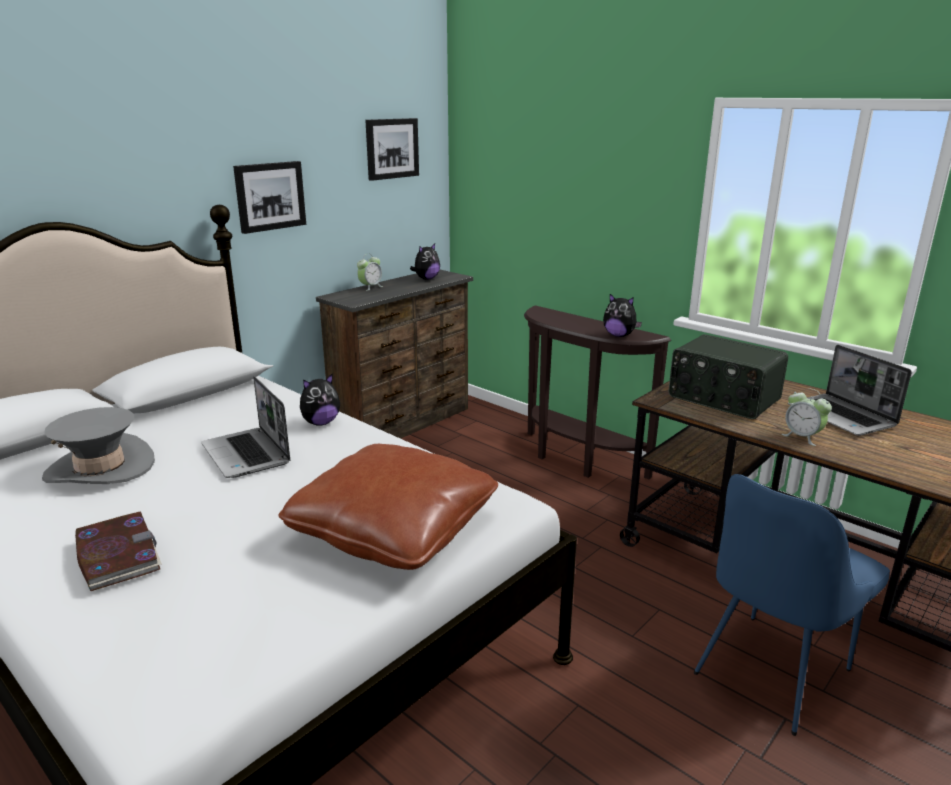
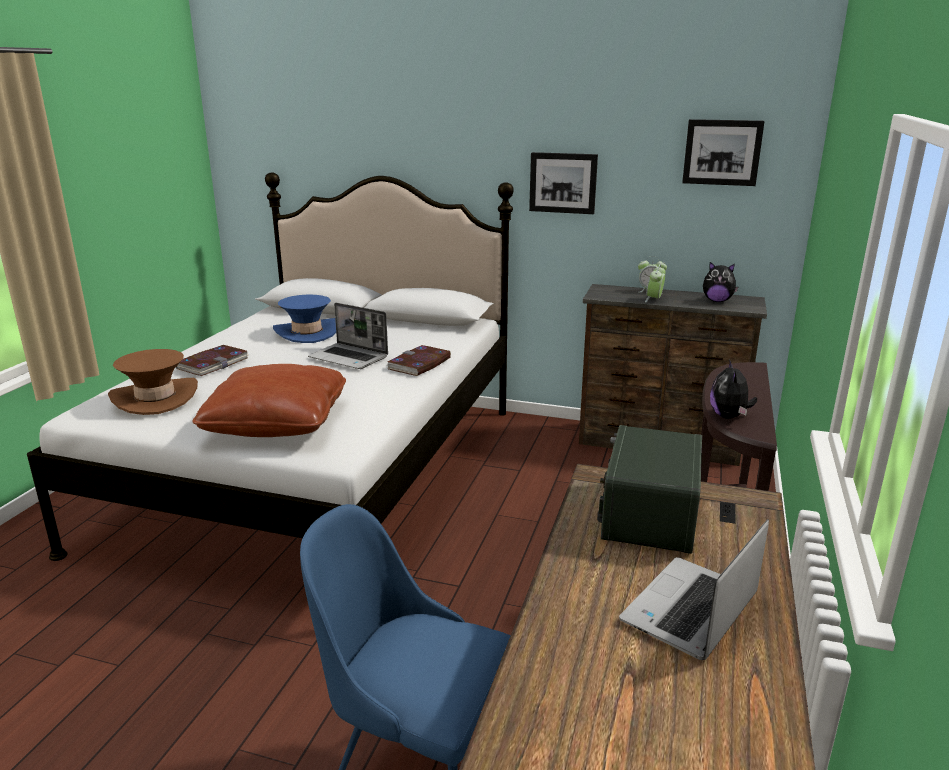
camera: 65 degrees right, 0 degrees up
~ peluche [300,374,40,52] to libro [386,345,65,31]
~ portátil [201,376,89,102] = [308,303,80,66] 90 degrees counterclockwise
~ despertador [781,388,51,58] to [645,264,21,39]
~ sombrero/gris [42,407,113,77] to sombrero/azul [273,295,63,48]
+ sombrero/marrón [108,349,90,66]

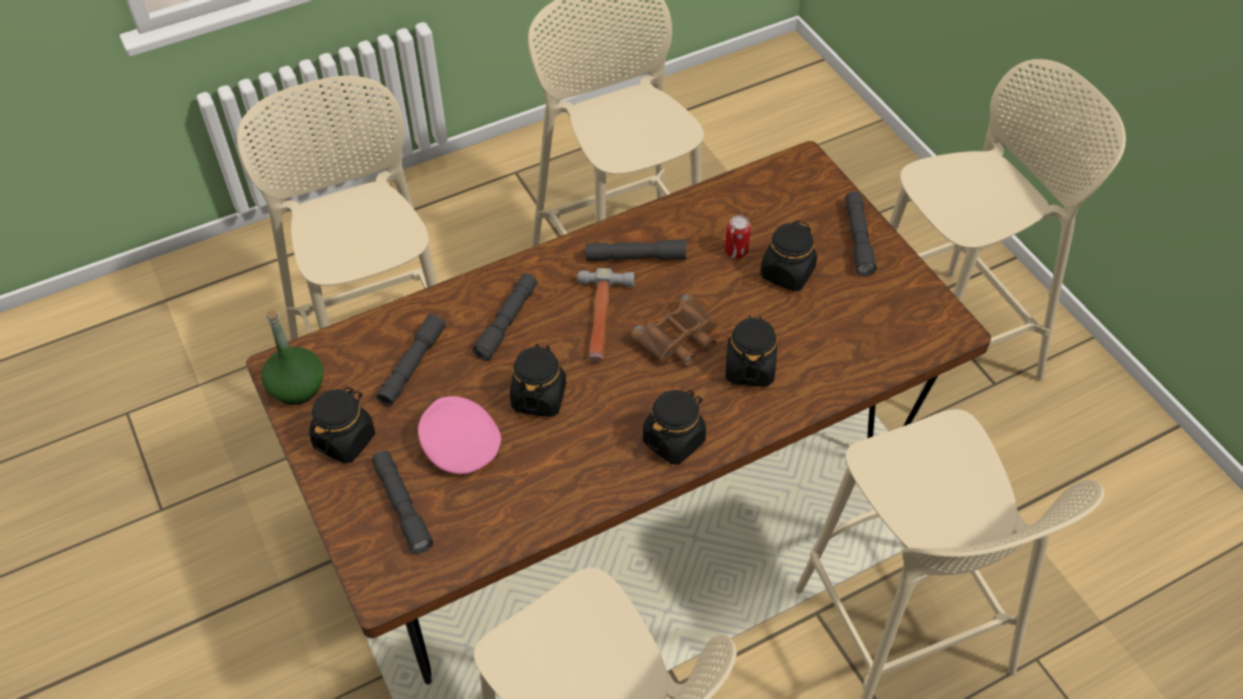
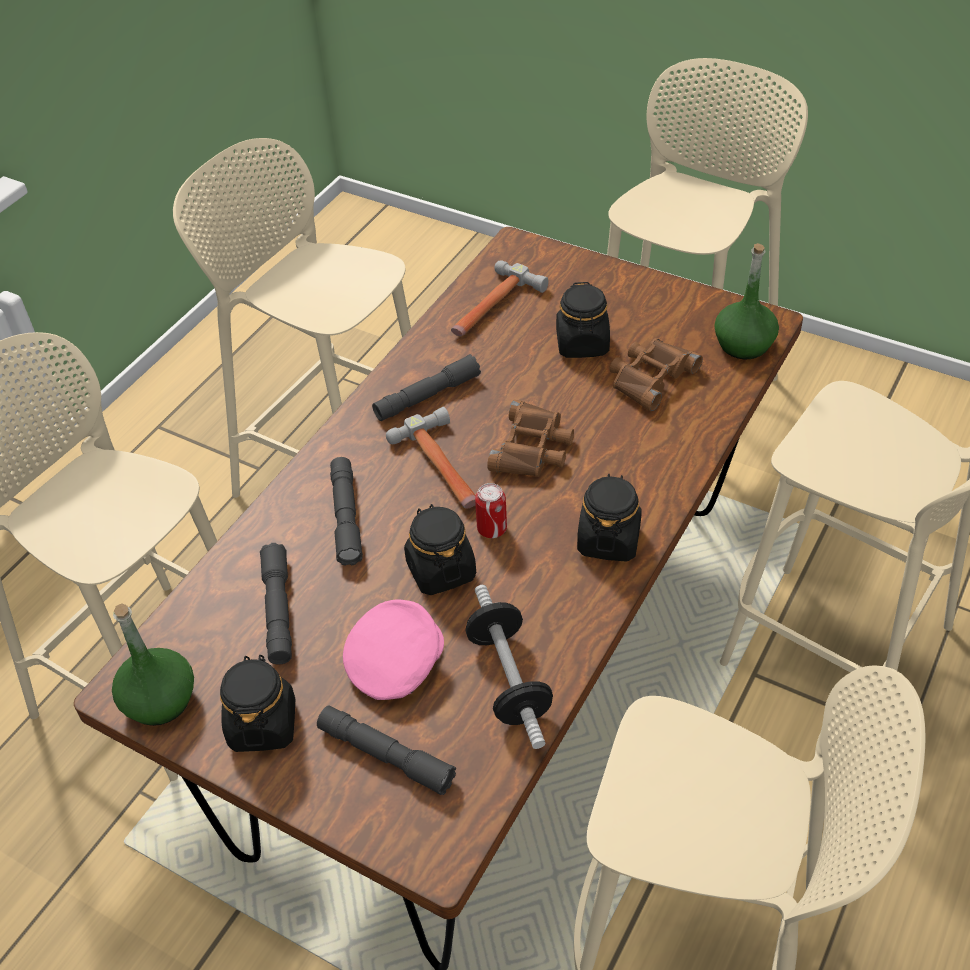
camera: 30 degrees left, 5 degrees down
- linterna/gris [845,191,32,85]
~ lata [725,215,26,43] to [475,483,32,55]
- tarro/negro [725,315,52,71]
~ gorra/rosa [418,396,83,78] = [343,599,101,101] 105 degrees clockwise
+ botella/verde [714,243,65,116]
+ martillo [451,260,98,76]
+ prismáticos/marrón [610,338,93,73]
+ mancuerna [465,585,88,164]

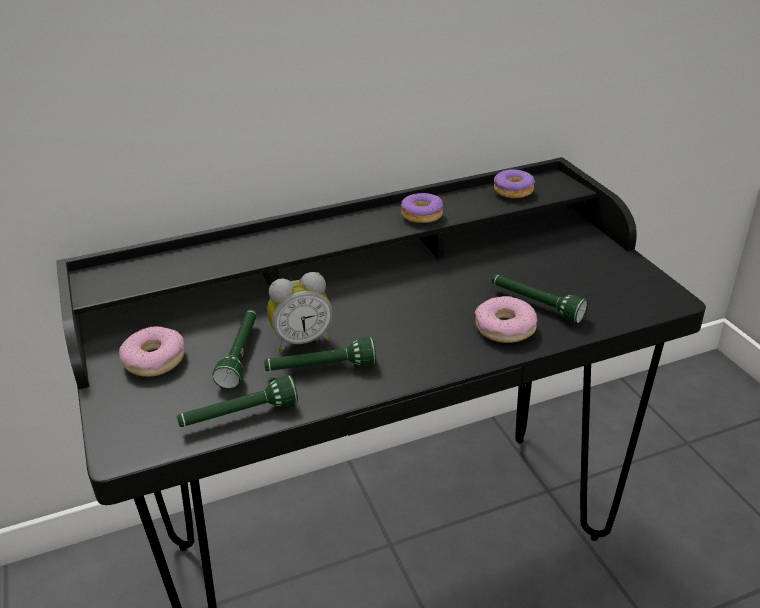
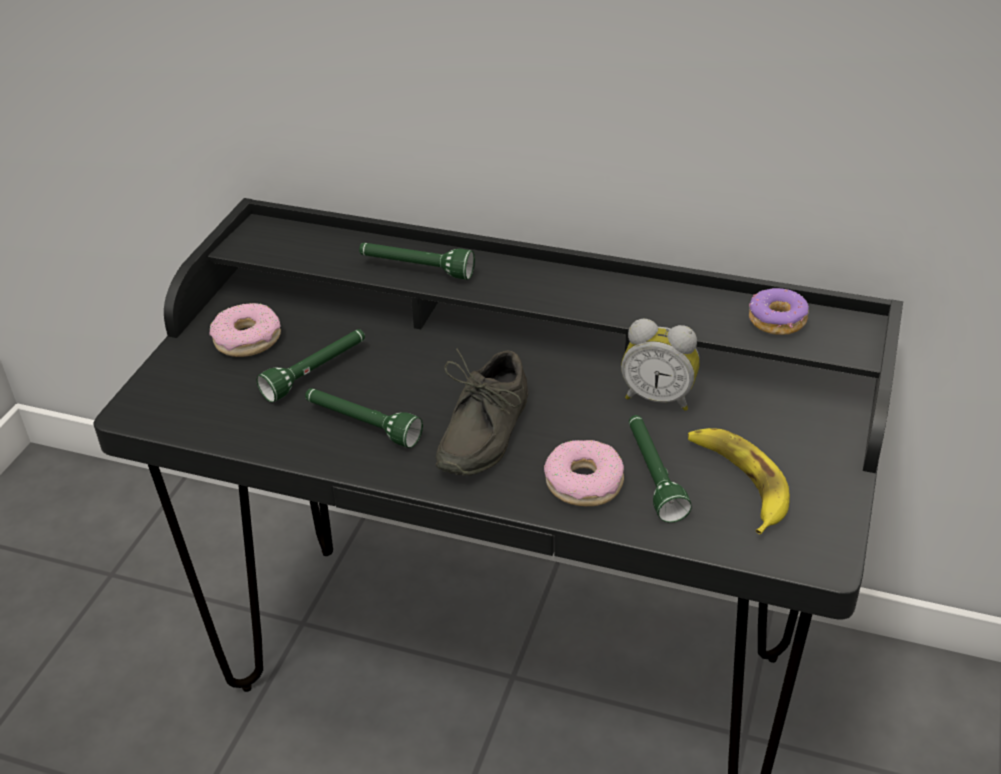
camera: 40 degrees right, 5 degrees up
- rosquilla [401,192,42,31]
~ despertador [267,272,66,80] to [621,319,79,92]
~ linterna/verde [177,375,121,52] to [359,243,116,37]
+ zapato/gris [436,349,92,127]
+ plátano [688,428,102,106]

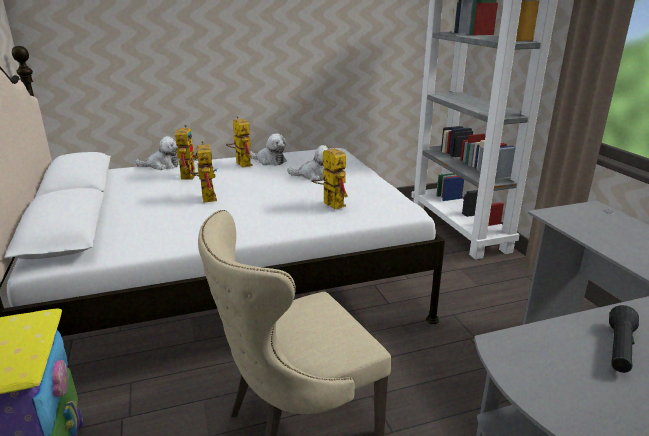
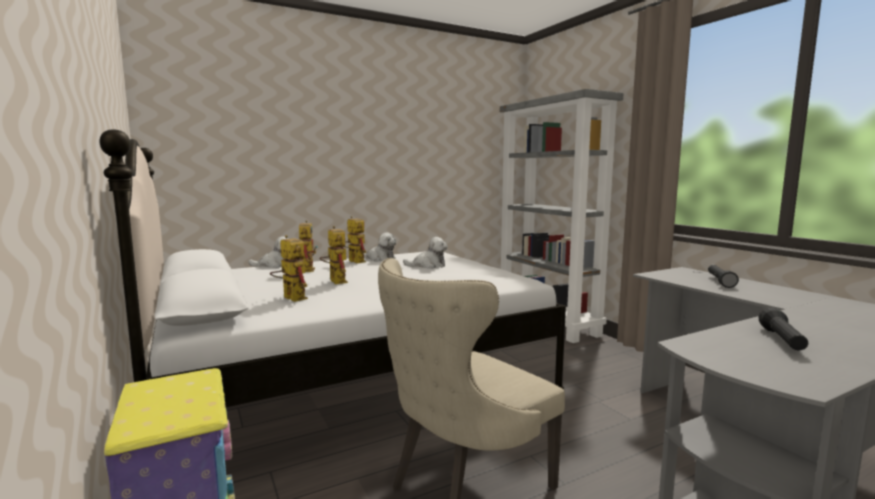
camera: 10 degrees left, 15 degrees down
~ robot de juguete [312,145,36,64] to [270,235,38,67]
+ linterna/negro [708,265,31,23]

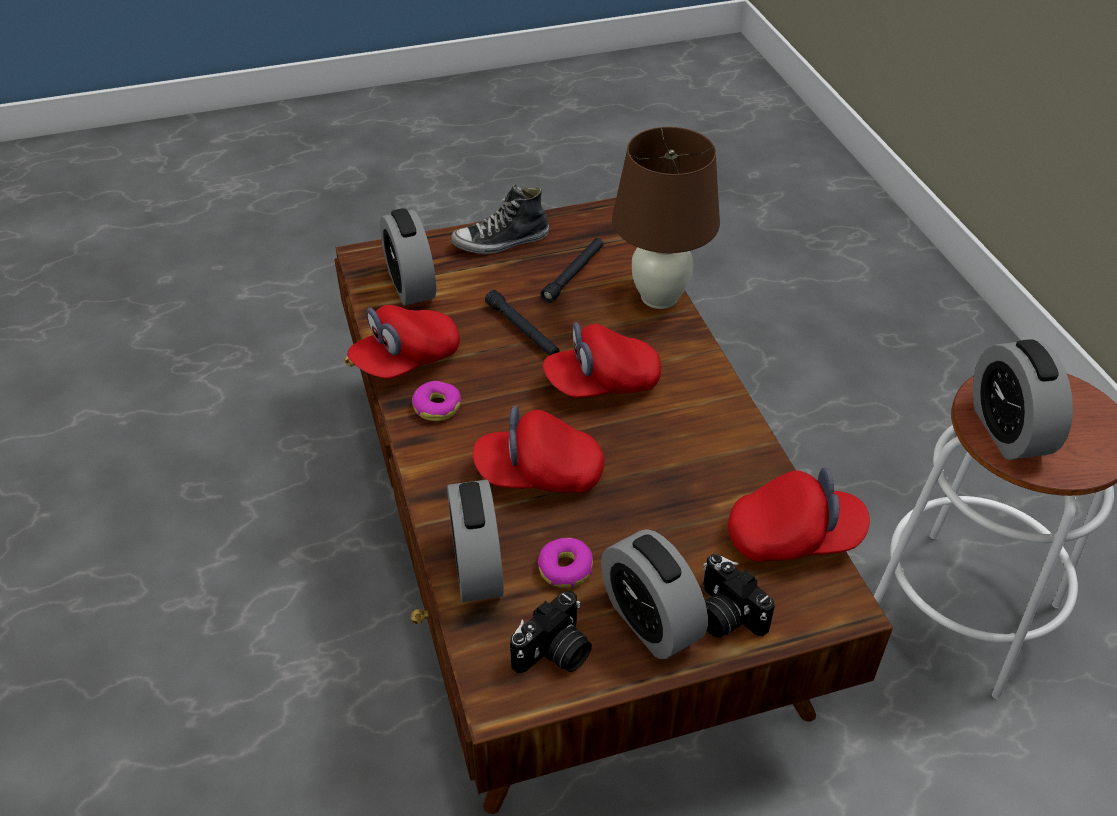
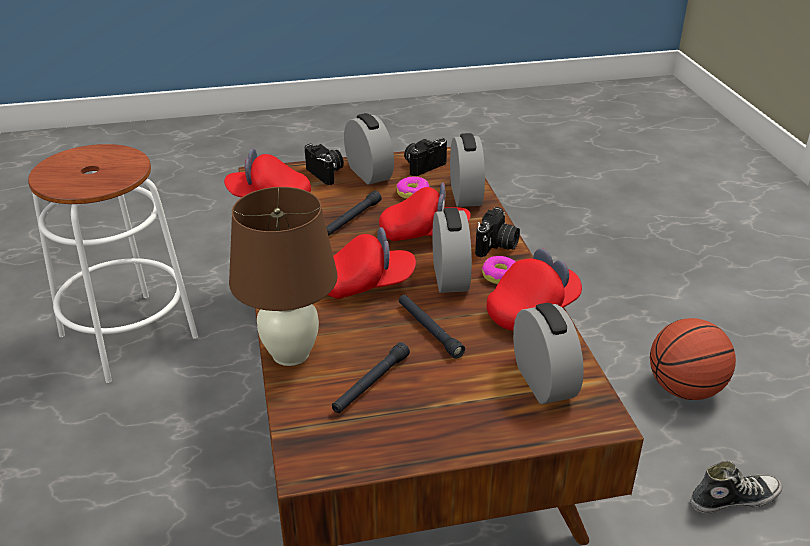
camera: 175 degrees left, 10 degrees down
~ zapato [451,184,98,70] to [690,461,92,53]
~ despertador [973,339,100,121] to [432,208,40,85]
+ linterna/negro [326,191,55,45]
+ cámara [475,207,45,50]
+ balón de baloncesto [650,318,86,82]

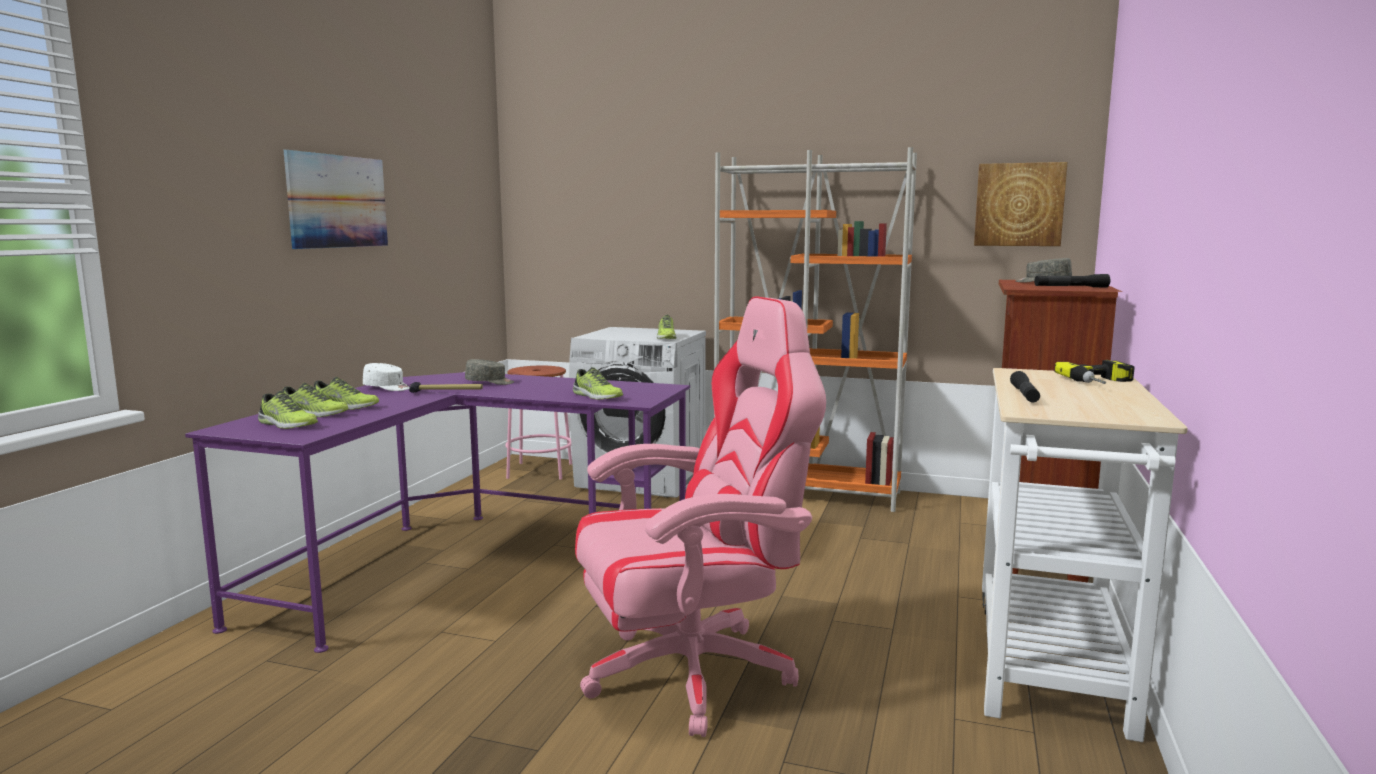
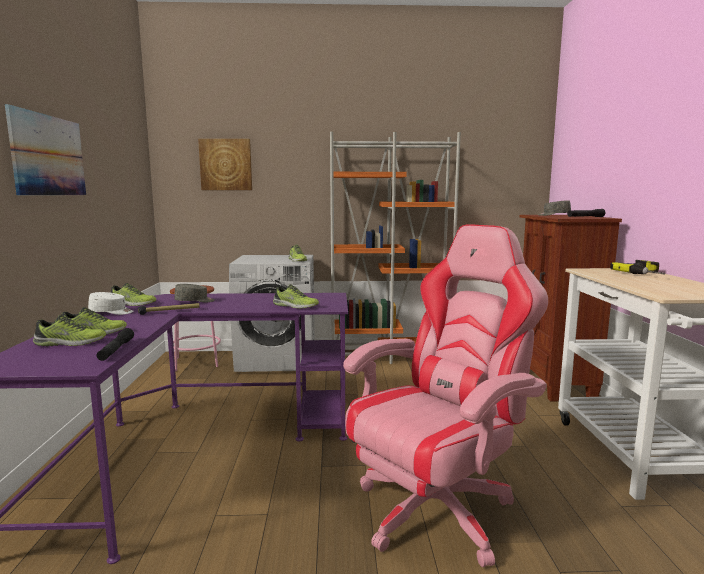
camera: 20 degrees left, 0 degrees up
~ cuadro [974,162,93,84] to [198,139,54,51]
~ linterna/negro [1010,371,30,32] to [97,328,37,33]
~ zapato [258,391,60,38] to [111,283,45,23]

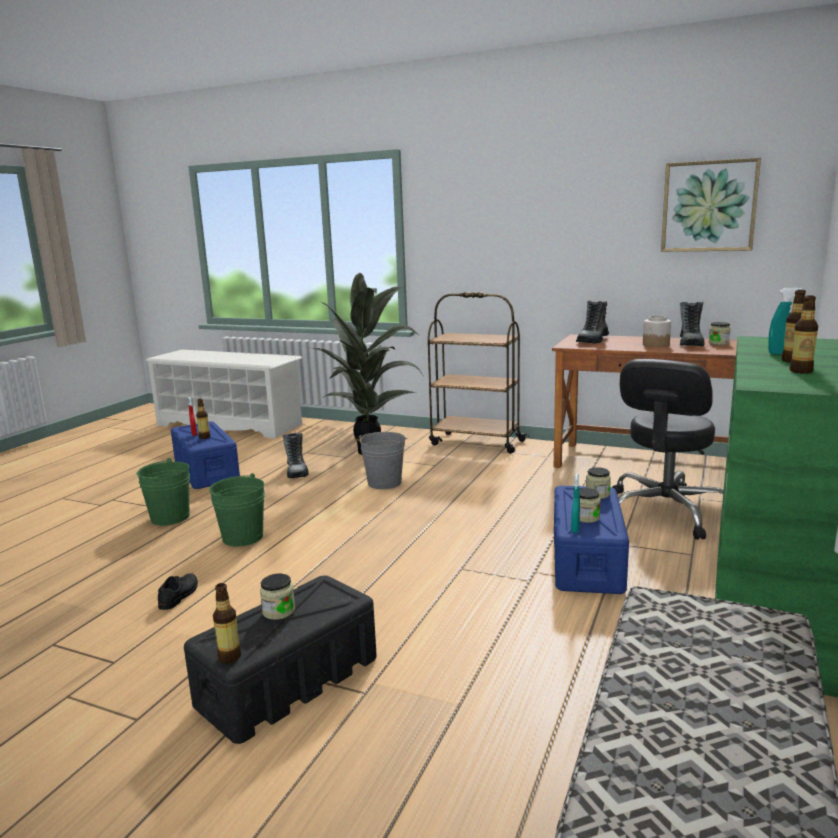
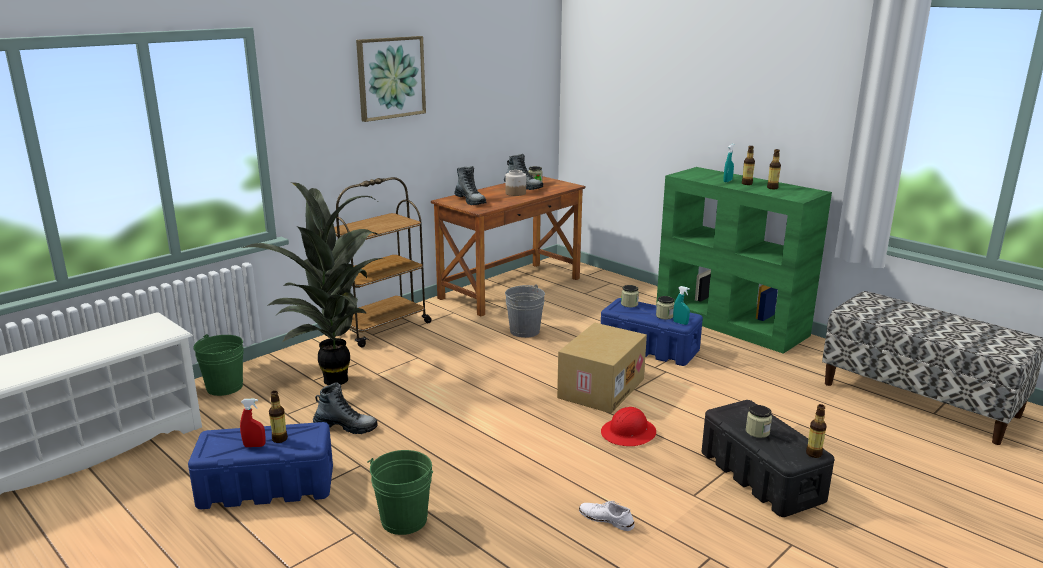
camera: 70 degrees left, 5 degrees up
~ cuadro [661,158,100,94] to [356,36,70,86]
- silla de oficina/negro [612,359,112,181]
~ cubo/gris [358,432,50,57] to [505,284,40,54]
~ cubo/verde [209,473,56,73] to [193,334,51,62]
~ zapato/negro [158,573,40,37] to zapato/blanco [579,501,56,30]
+ caja de cartón [557,323,90,90]
+ casco/rojo [601,407,55,39]

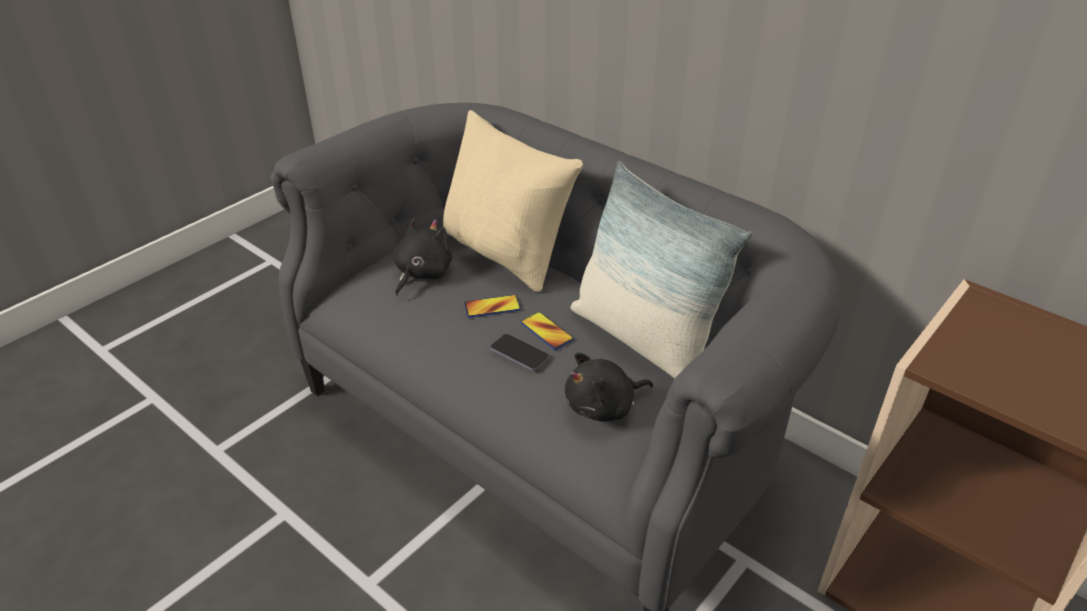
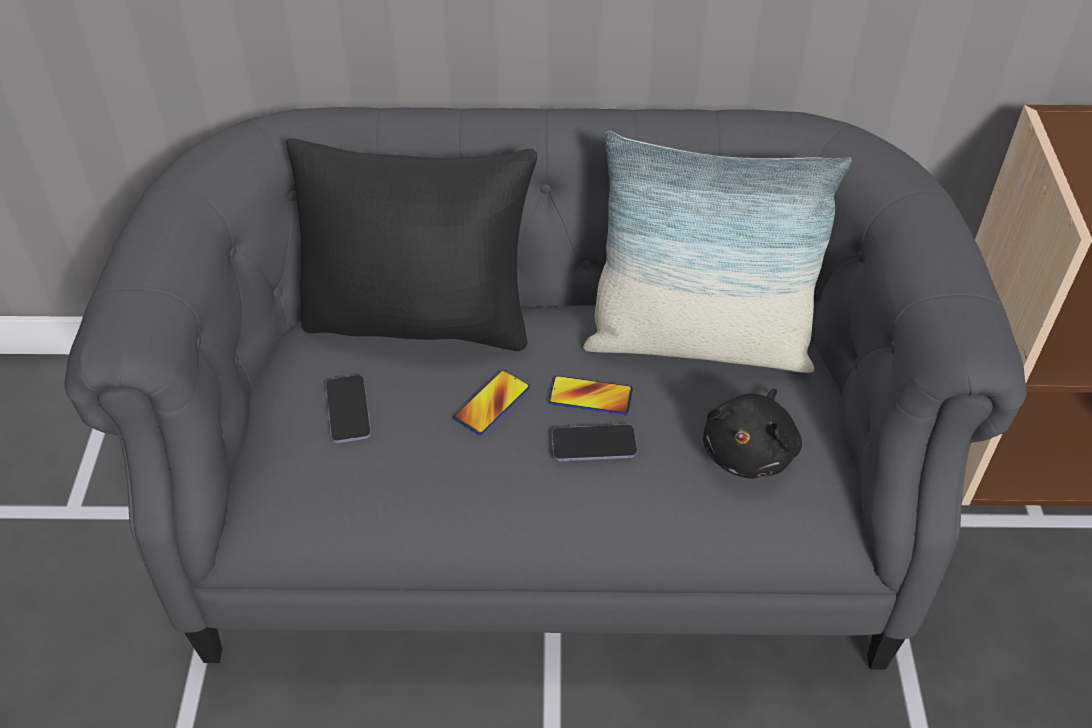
camera: 40 degrees left, 10 degrees up
~ cojín/beis [443,110,140,182] to cojín/negro [286,138,251,213]
~ peluche/negro [393,218,60,78] to móvil [326,375,45,68]

